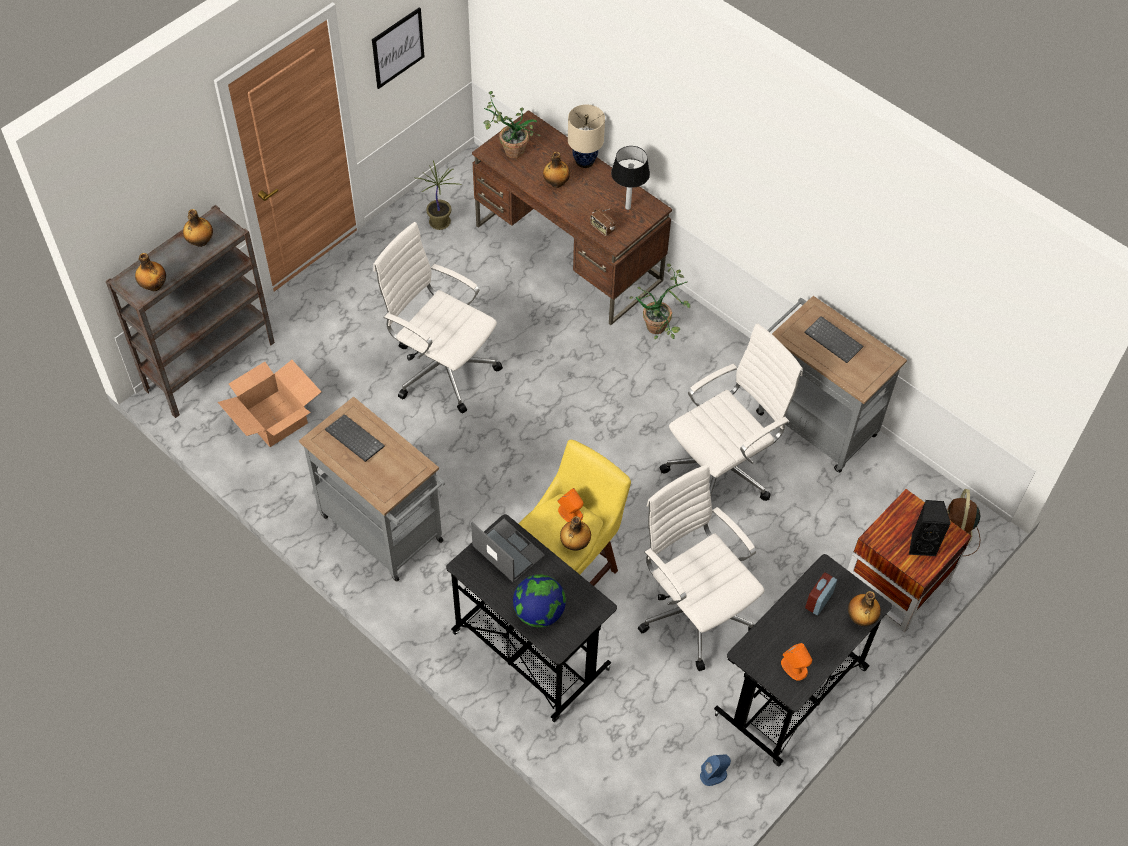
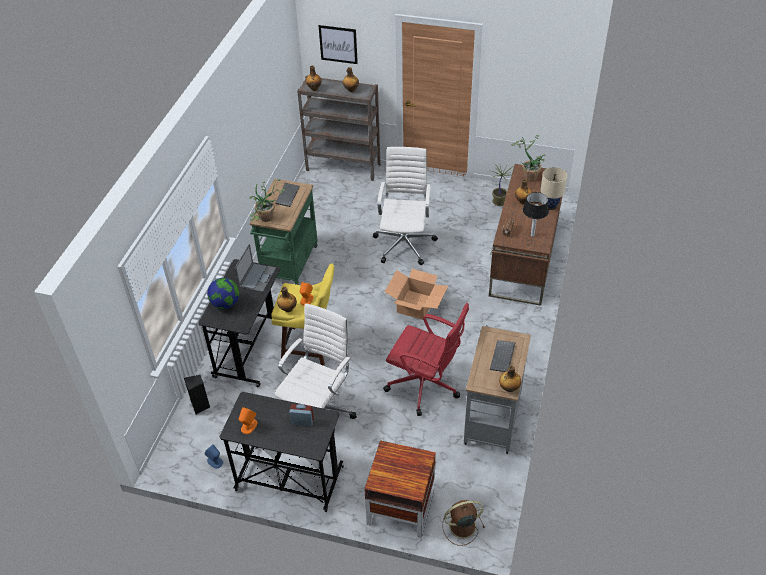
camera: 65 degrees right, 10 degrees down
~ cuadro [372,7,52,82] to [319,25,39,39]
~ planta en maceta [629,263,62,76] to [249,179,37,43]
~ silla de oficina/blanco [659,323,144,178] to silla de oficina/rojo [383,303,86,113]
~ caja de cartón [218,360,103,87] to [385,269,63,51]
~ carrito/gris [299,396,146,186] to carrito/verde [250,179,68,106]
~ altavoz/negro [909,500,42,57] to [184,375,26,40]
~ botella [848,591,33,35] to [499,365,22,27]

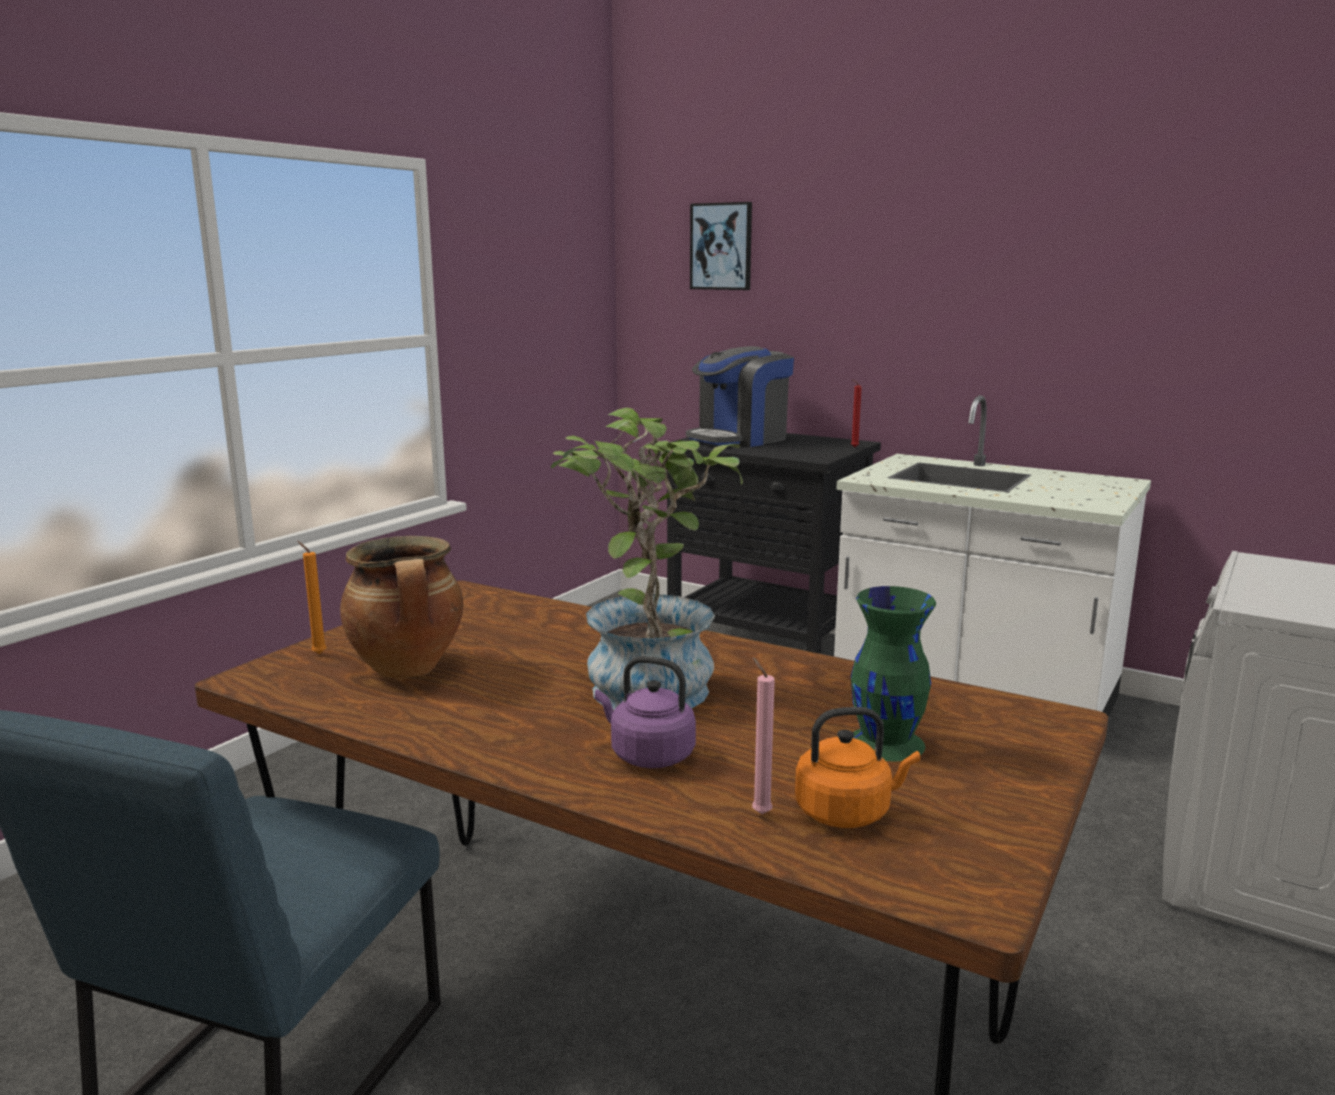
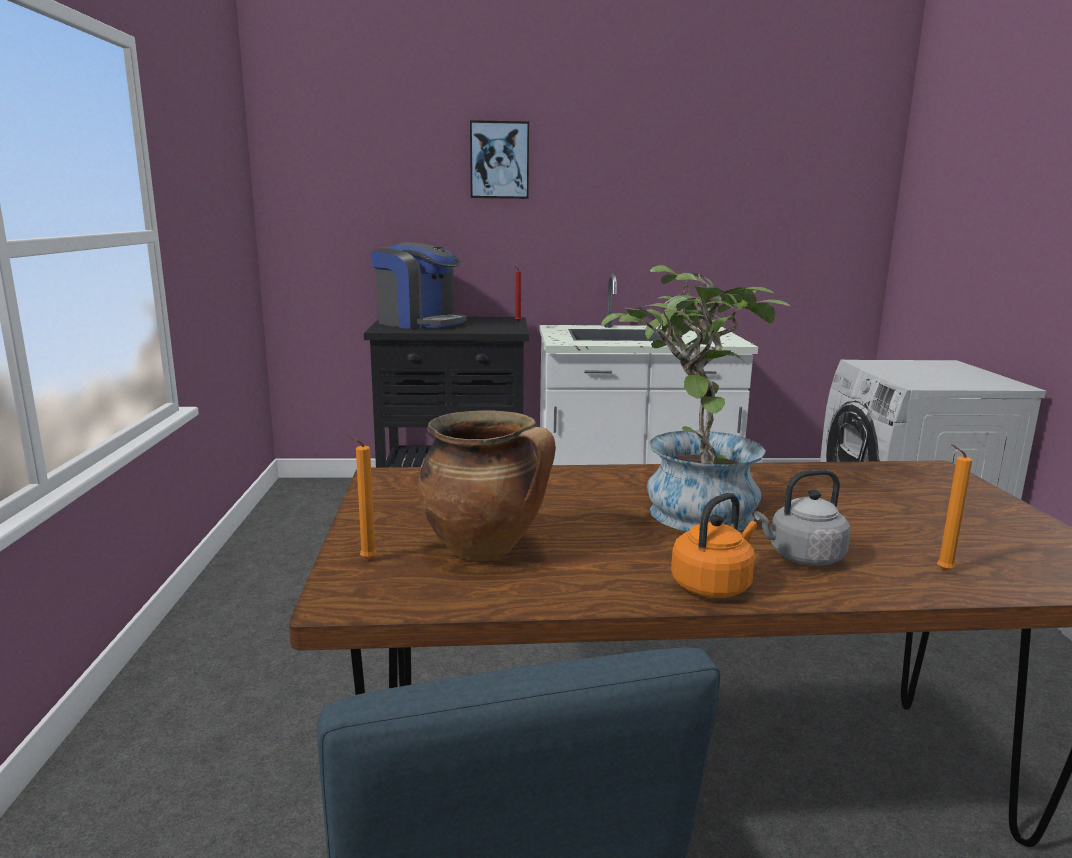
camera: 35 degrees left, 0 degrees up
~ cuadro [690,202,62,88] to [470,120,59,79]
~ cafetera [686,346,108,101] = [371,242,95,87] 75 degrees counterclockwise
- florero/verde [851,586,85,175]
~ hervidor/morado [595,656,101,112] to hervidor/gris [754,469,97,97]
~ vela/rosa [752,657,23,157] to vela/naranja [937,444,35,127]
~ hervidor/naranja [795,707,125,121] to [671,493,86,105]

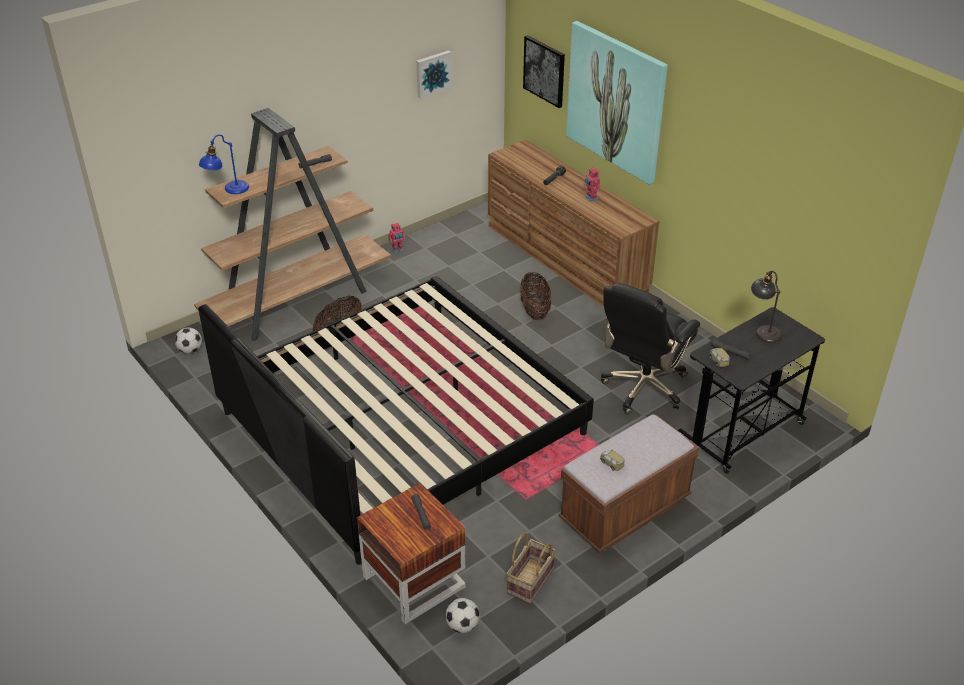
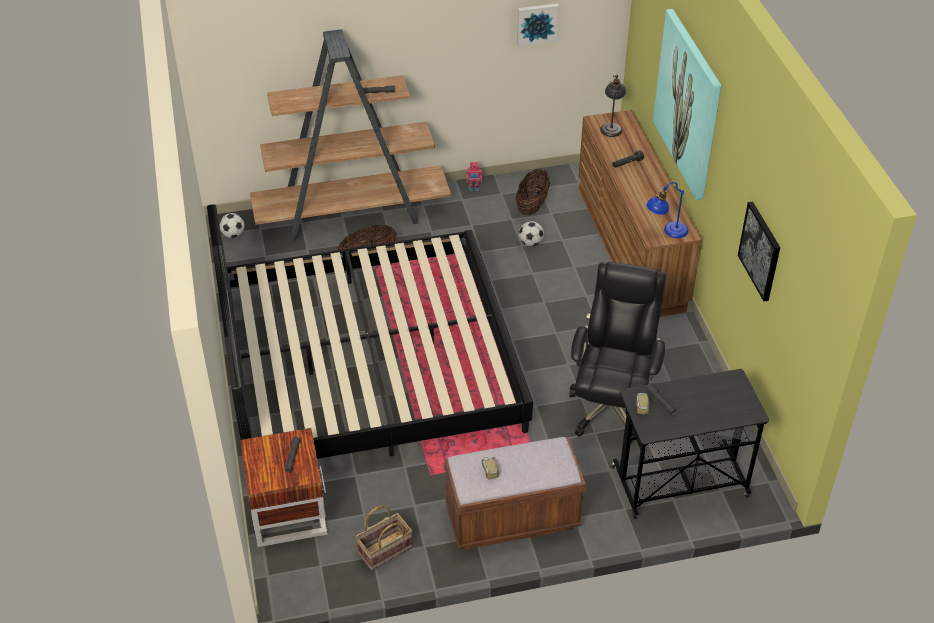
camera: 25 degrees right, 5 degrees up
~ cuadro [523,35,42,73] to [738,201,42,100]
~ lámpara de mesa/azul [199,134,50,60] to [646,182,42,56]
- robot de juguete [584,168,16,34]
~ lámpara de mesa/gris [751,271,31,72] to [600,75,26,62]
~ cesta [520,272,31,48] to [516,169,34,46]
~ silla de oficina/negro [601,283,99,131] = [569,262,97,181] 135 degrees clockwise
~ balón de fútbol [445,598,35,35] to [519,221,25,25]

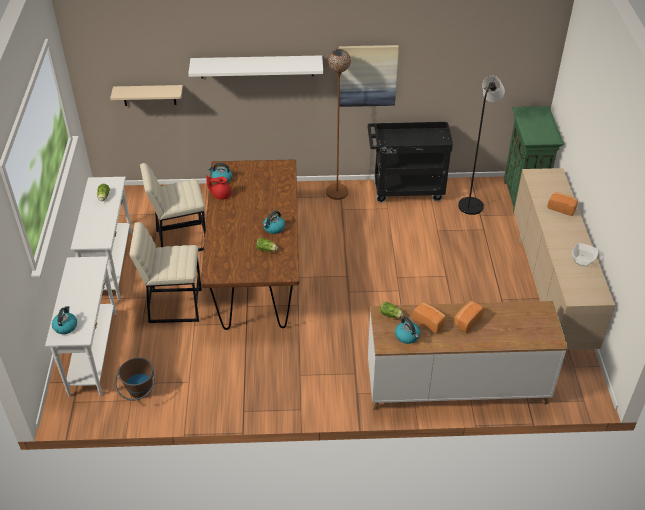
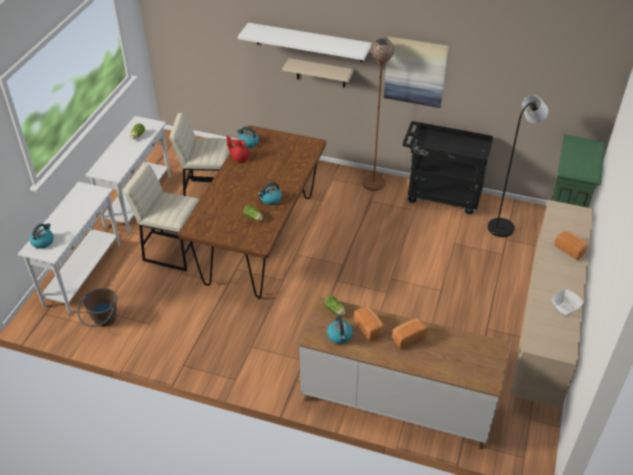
camera: 20 degrees right, 0 degrees up
~ estante/beis [110,85,73,21] to [282,58,72,30]

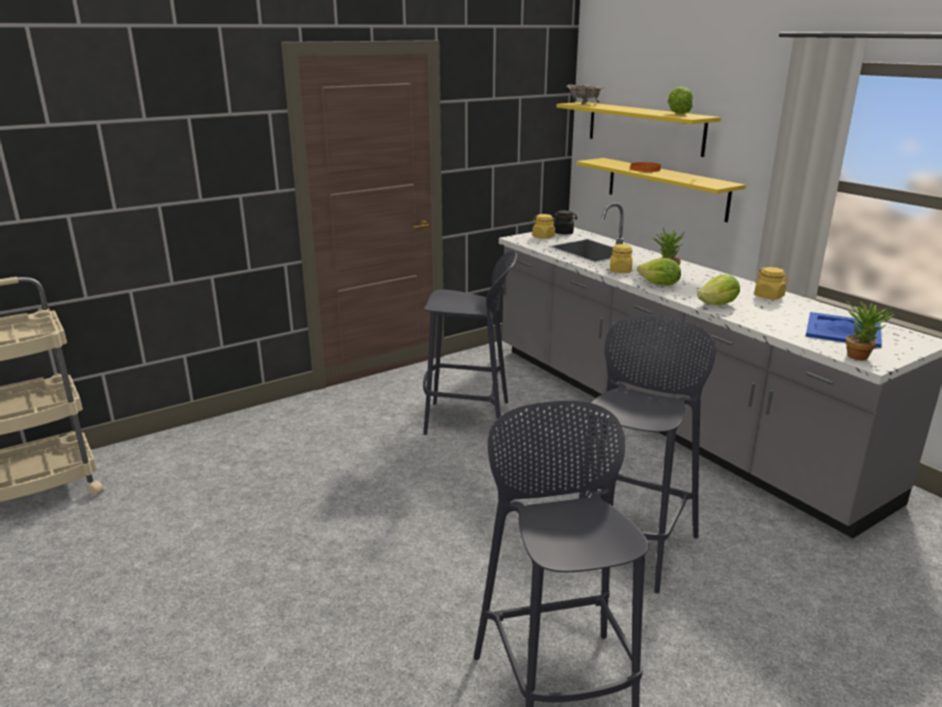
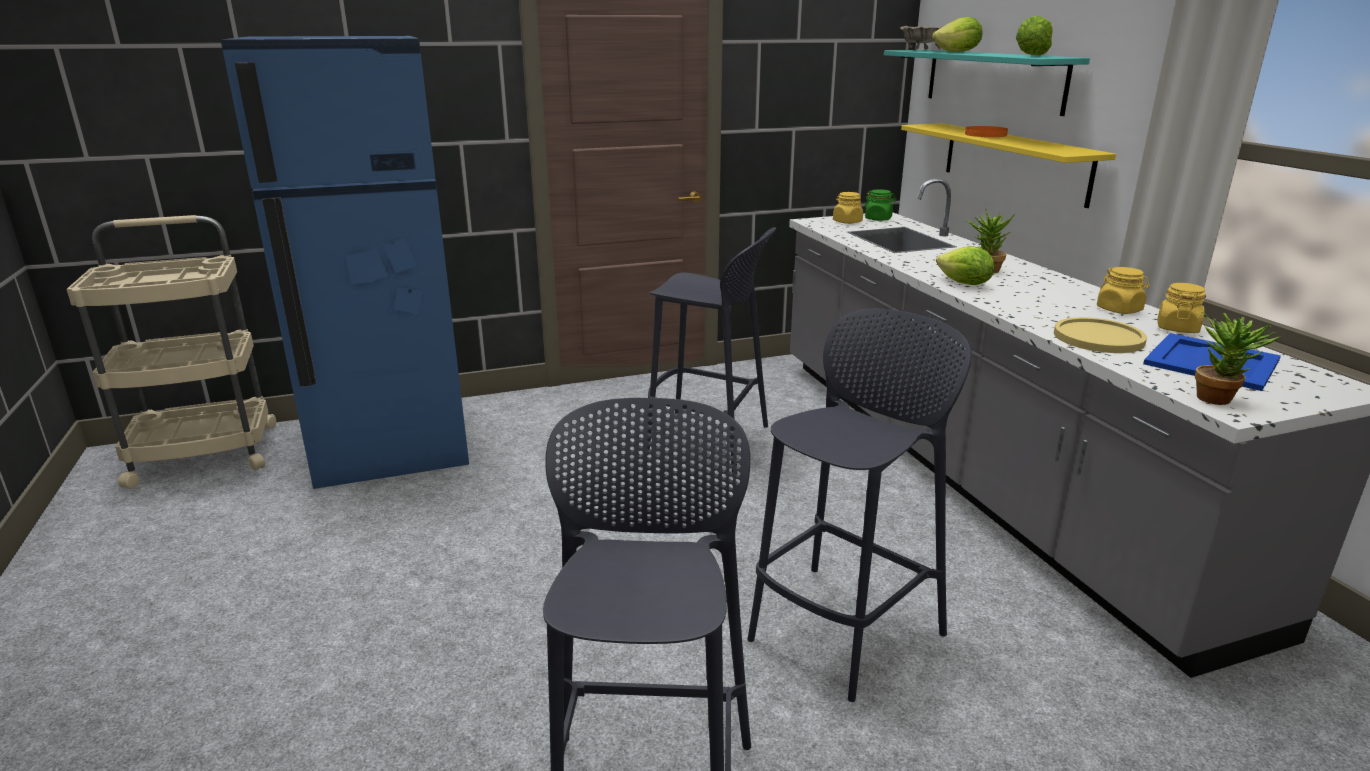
camera: 15 degrees right, 0 degrees up
~ estante/amarillo [556,102,165,55] to estante/turquesa [884,50,206,66]
~ tarro/negro [554,210,23,25] to tarro/verde [864,189,33,32]
~ tarro/amarillo [610,244,23,29] to [1157,283,49,50]
~ lechuga [697,274,43,31] to [932,17,50,35]
+ nevera/azul [221,36,248,453]
+ plato/amarillo [1054,317,93,36]

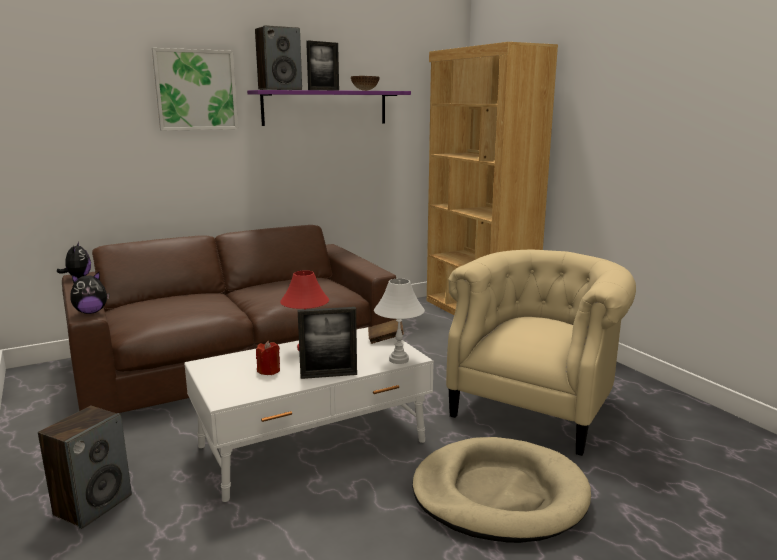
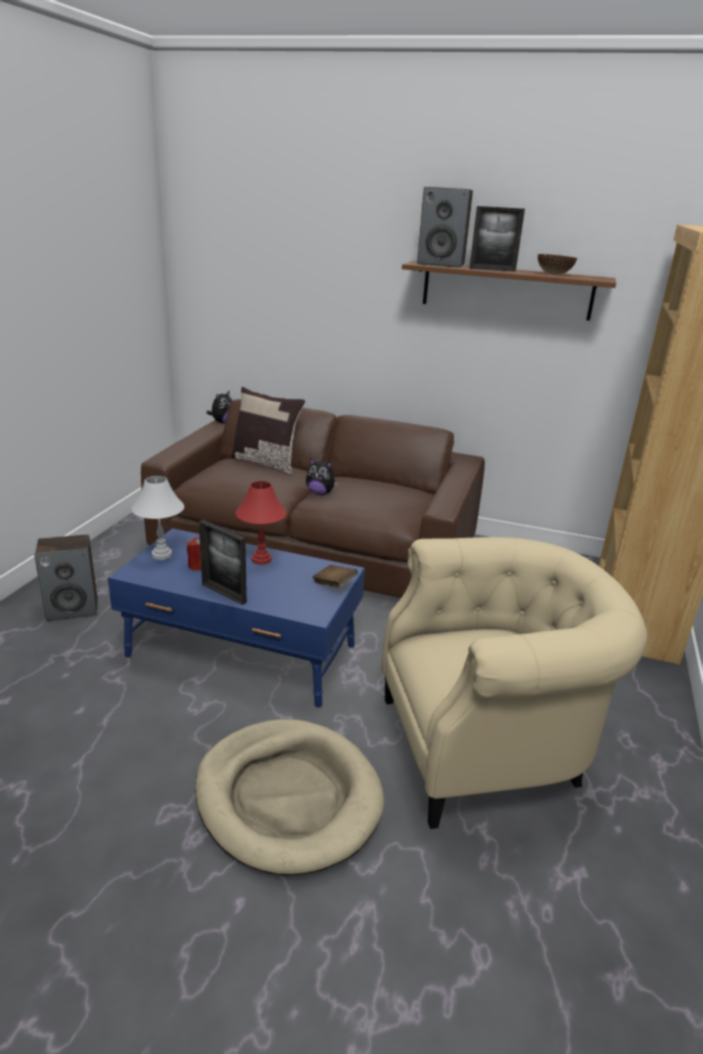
camera: 45 degrees right, 10 degrees up
- cuadro [152,48,86,83]
~ estante/morado [247,90,164,36] to estante/marrón [402,261,214,60]
~ peluche [70,272,40,42] to [306,458,33,37]
~ lámpara de mesa/blanco [374,278,51,86] to [132,476,52,84]
~ mesa de centro/blanco [184,327,250,175] to mesa de centro/azul [108,528,257,179]
+ cojín [231,387,74,87]

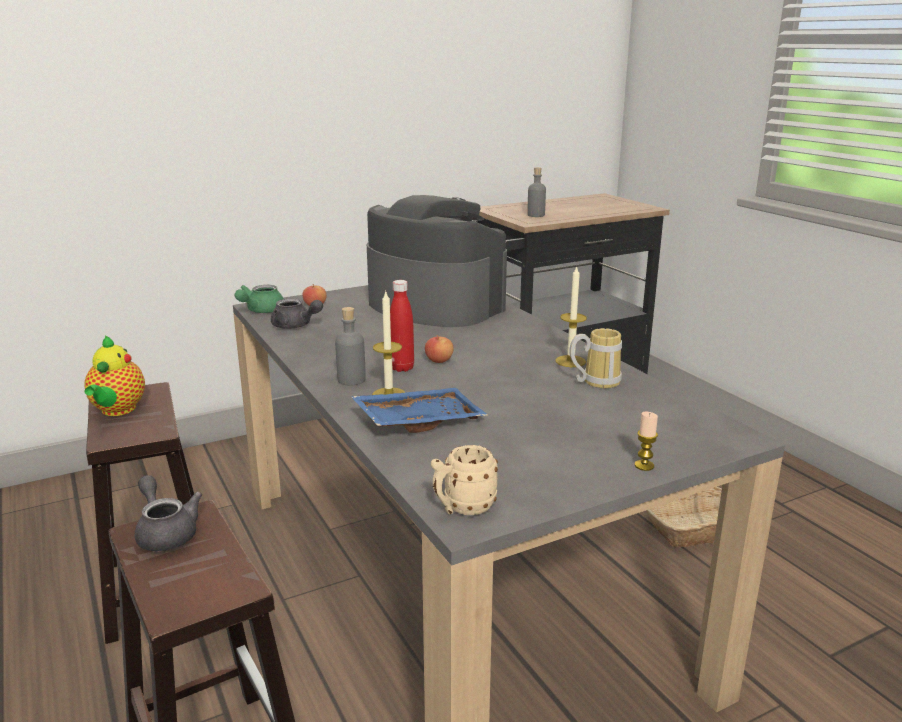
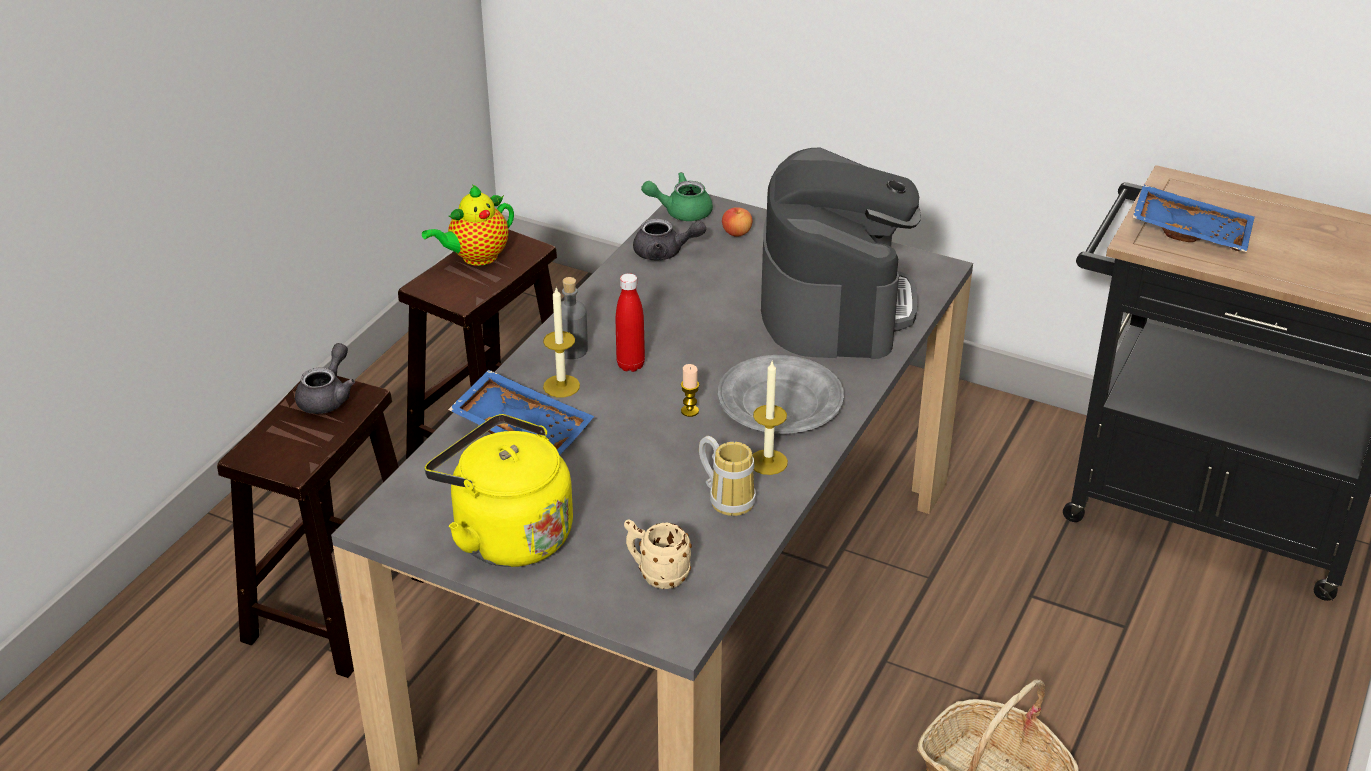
camera: 55 degrees right, 15 degrees up
~ botella/gris [527,167,19,50] to bandeja/azul [1132,184,123,68]
~ tetera/gris [271,298,52,31] = [633,218,73,42] 75 degrees counterclockwise
- manzana [425,335,28,28]
~ vela [634,412,24,59] to [681,364,18,53]
~ taza grande/beis [431,445,67,70] to [624,519,68,70]
+ plato/gris [718,355,126,79]
+ hervidor/amarillo [425,414,148,153]

